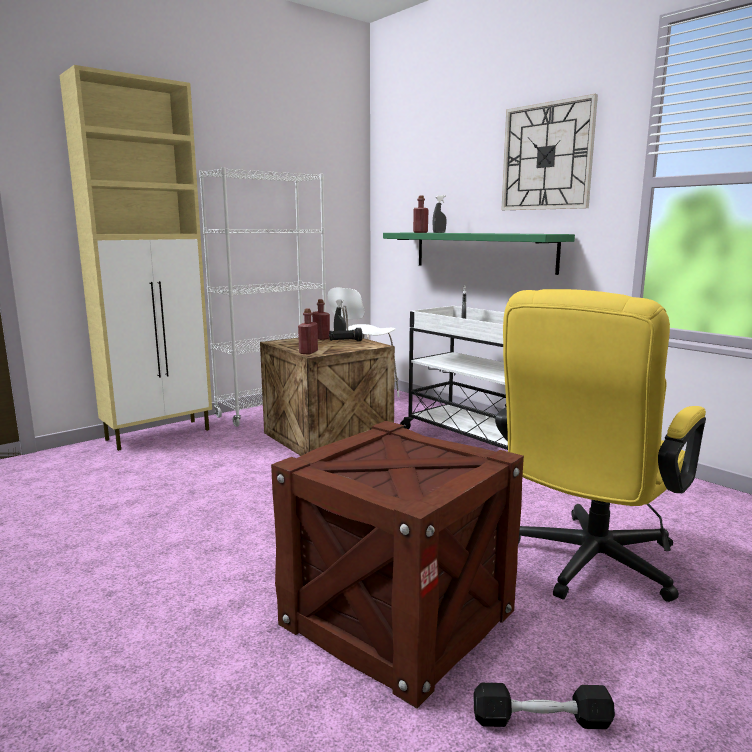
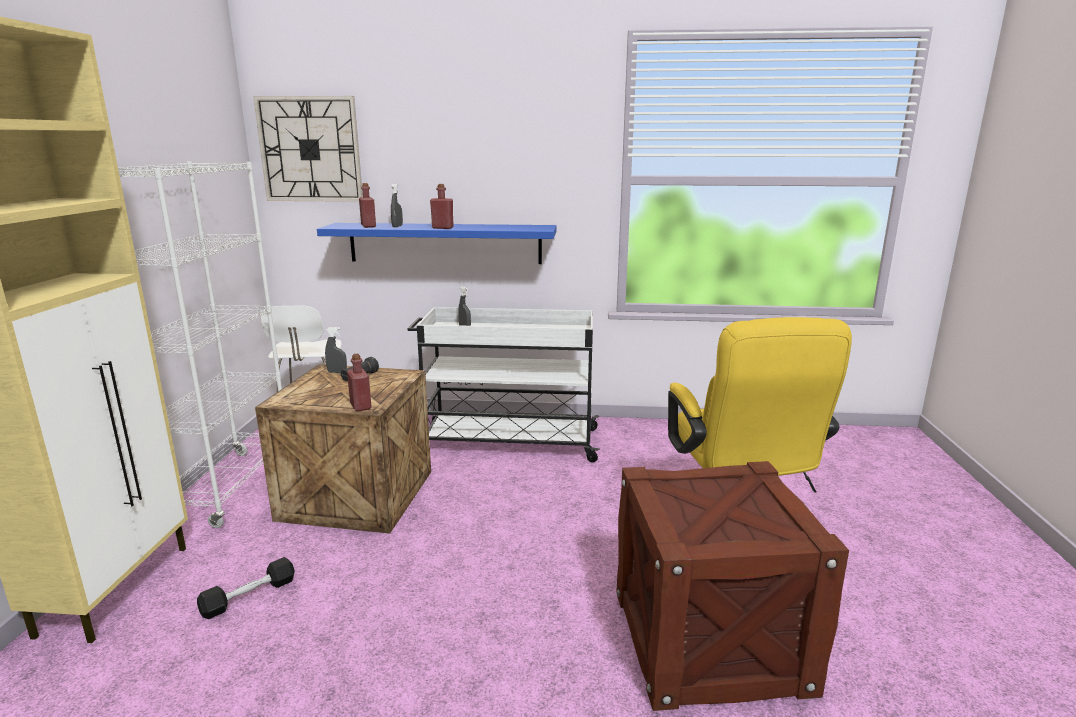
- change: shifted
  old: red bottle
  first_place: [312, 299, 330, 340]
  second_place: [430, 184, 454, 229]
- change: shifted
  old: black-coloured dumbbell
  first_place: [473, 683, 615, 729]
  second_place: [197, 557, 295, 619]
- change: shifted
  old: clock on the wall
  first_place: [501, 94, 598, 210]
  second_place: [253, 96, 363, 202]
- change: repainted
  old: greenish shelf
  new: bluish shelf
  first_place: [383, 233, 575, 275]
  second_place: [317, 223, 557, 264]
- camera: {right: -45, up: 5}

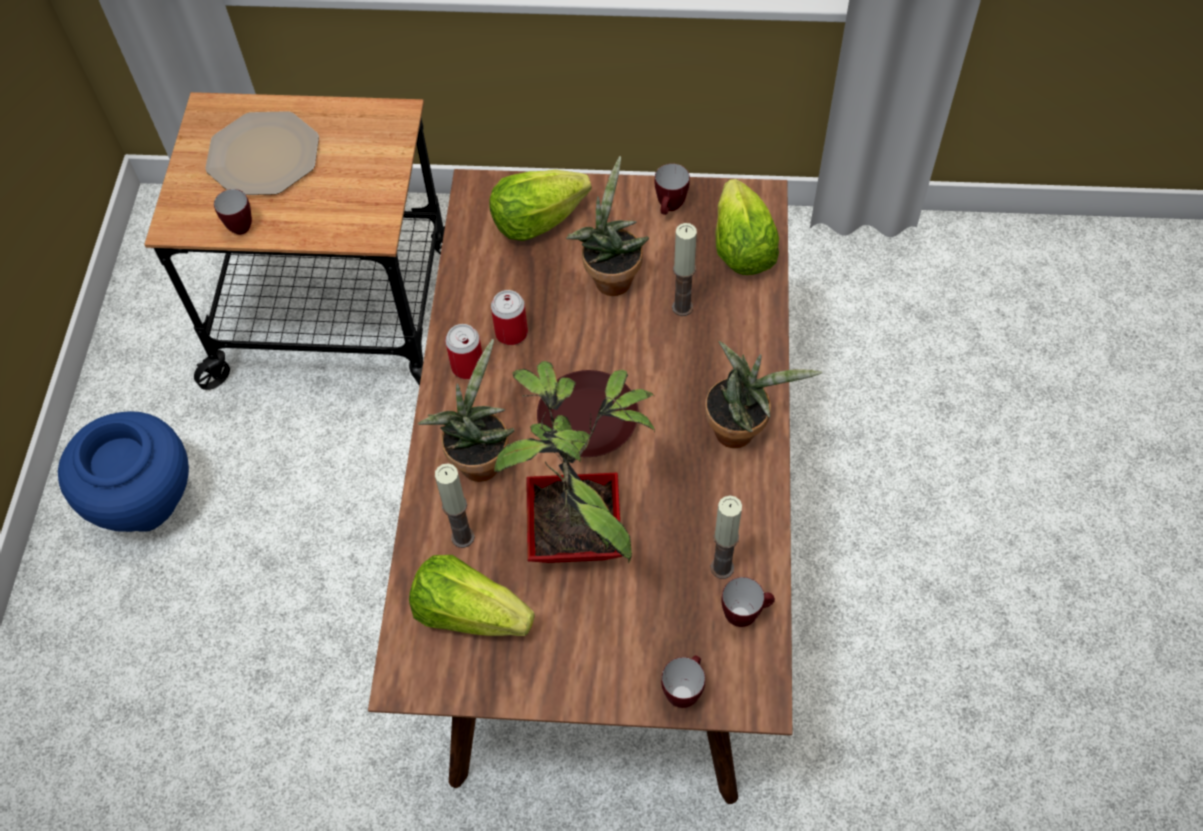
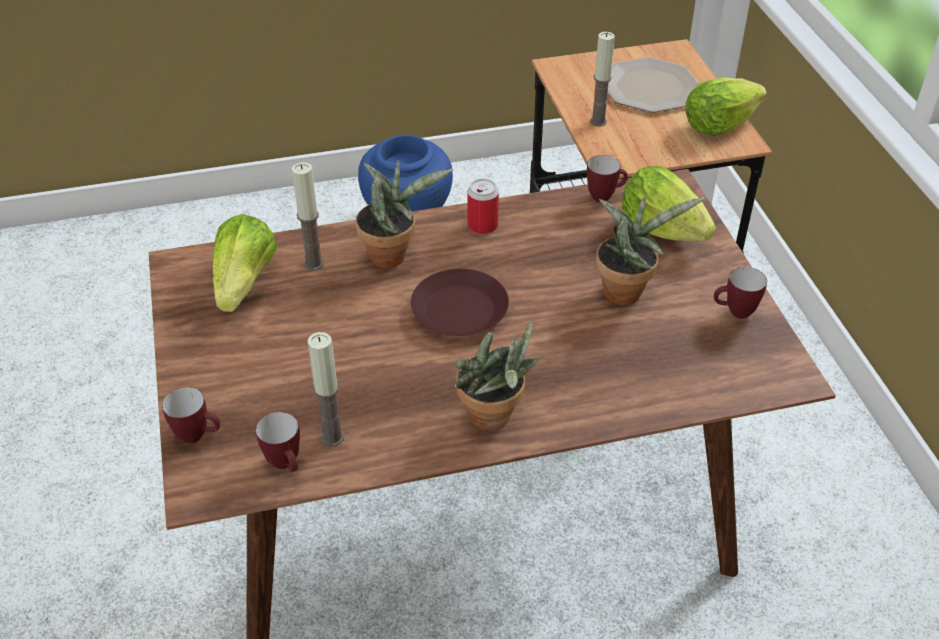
- change: gone
  old: sealed can
  first_place: [491, 290, 528, 345]
- change: gone
  old: houseplant
  first_place: [494, 361, 655, 563]
- change: shifted
  old: coffee mug
  first_place: [214, 189, 252, 235]
  second_place: [587, 155, 628, 202]
- change: shifted
  old: wax light
  first_place: [672, 223, 697, 316]
  second_place: [590, 32, 615, 127]
- change: shifted
  old: lettuce head
  first_place: [715, 179, 779, 275]
  second_place: [686, 78, 767, 136]
- camera: {right: 70, up: -15}

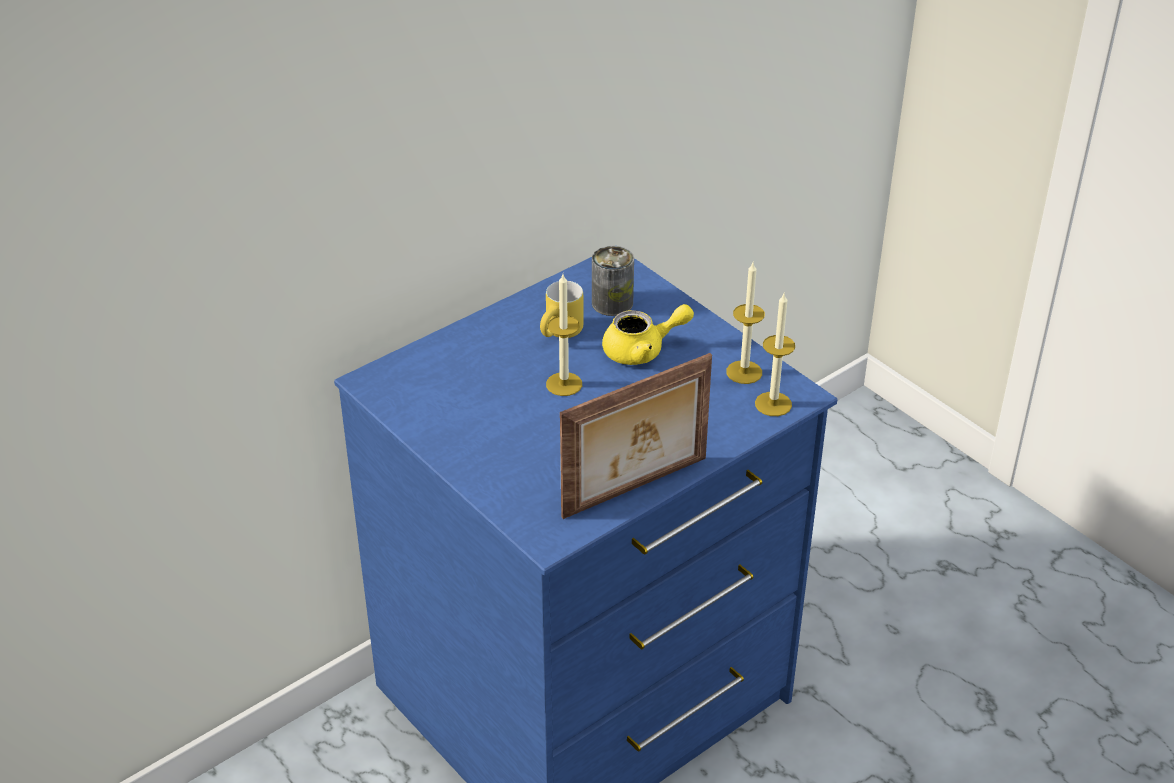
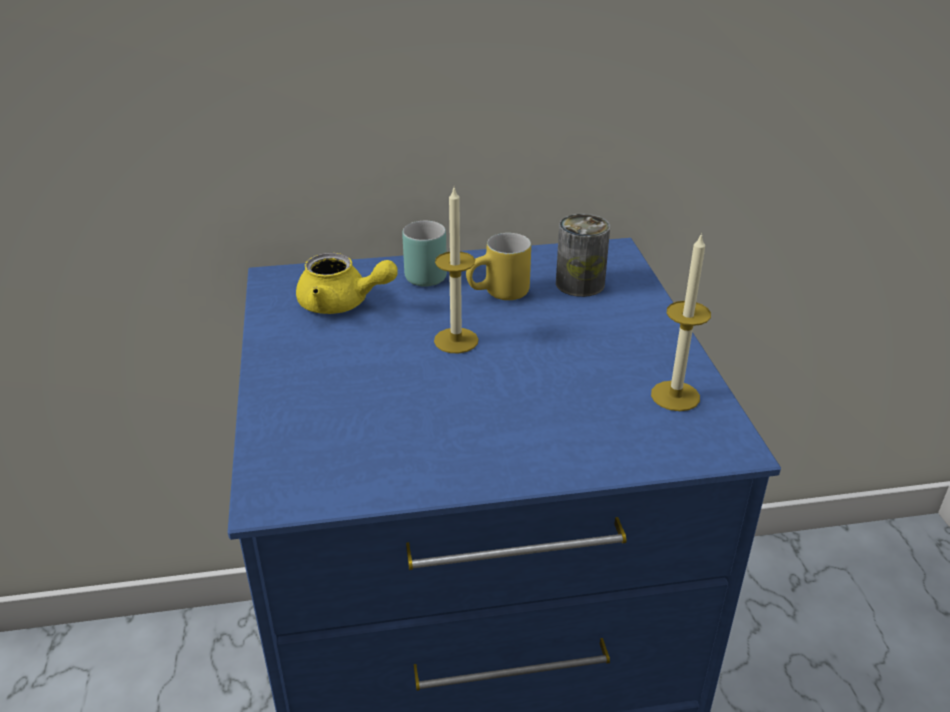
- change: gone
  old: picture frame
  first_place: [560, 353, 712, 519]
- change: gone
  old: wax light
  first_place: [755, 294, 795, 416]
- change: new
  new: turquoise-coloured coffee mug
  second_place: [402, 221, 447, 286]
- change: shifted
  old: yellow pot for tea
  first_place: [602, 304, 694, 365]
  second_place: [296, 253, 398, 314]
- camera: {right: 30, up: -5}

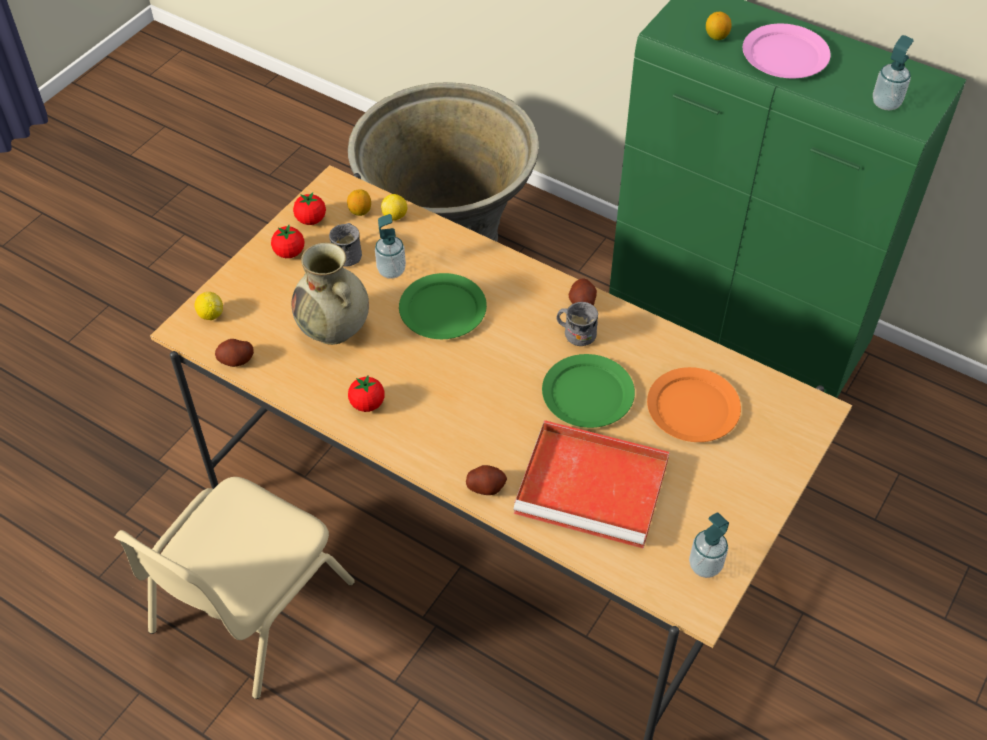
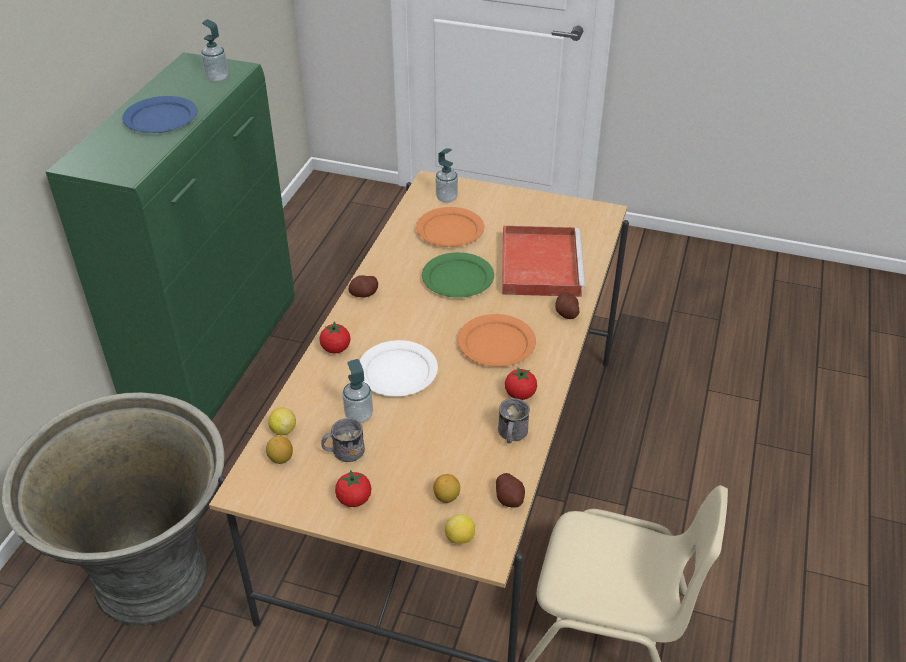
- change: gone
  old: sand-coloured flower vase
  first_place: [291, 243, 369, 345]
- change: new
  new: orange plate
  second_place: [458, 314, 536, 367]
- change: shifted
  old: fresh tomato
  first_place: [293, 192, 326, 225]
  second_place: [319, 321, 351, 354]
- change: shifted
  old: gray coffee mug
  first_place: [557, 302, 598, 346]
  second_place: [498, 398, 530, 443]
- change: shifted
  old: soap dispenser
  first_place: [689, 512, 729, 578]
  second_place: [436, 148, 458, 203]
- change: shifted
  old: lemon
  first_place: [706, 12, 732, 40]
  second_place: [433, 474, 460, 503]
- change: repainted
  old: greenish plate
  new: white plate
  first_place: [399, 273, 487, 339]
  second_place: [359, 340, 438, 396]
- change: repainted
  old: pinkish plate
  new: bluish plate
  first_place: [743, 24, 831, 78]
  second_place: [122, 96, 197, 133]
- camera: {right: -105, up: -10}

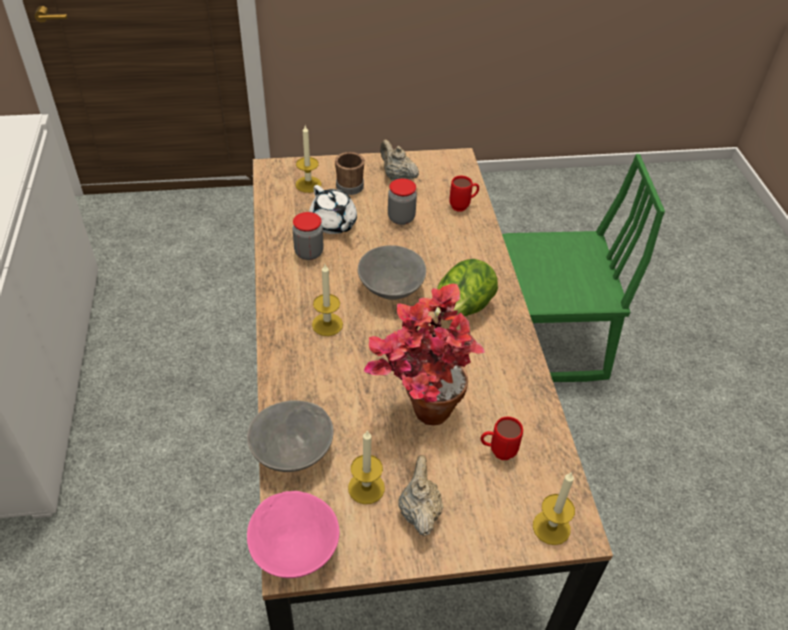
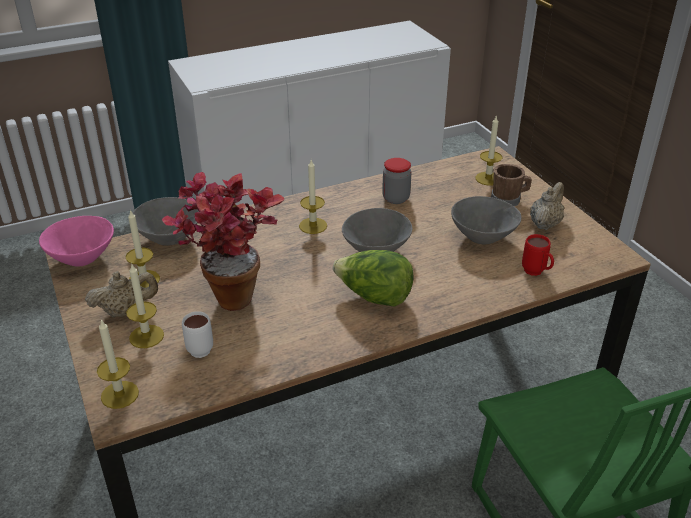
- change: gone
  old: white pot for tea
  first_place: [309, 185, 357, 234]
- change: new
  new: wax light
  second_place: [126, 264, 164, 348]
- change: swapped
  old: storage jar
  new: gray serving bowl
  first_place: [388, 178, 417, 225]
  second_place: [451, 196, 521, 244]
- change: repainted
  old: red coffee mug
  new: white coffee mug
  first_place: [480, 417, 523, 460]
  second_place: [182, 311, 213, 358]
- camera: {right: 75, up: -10}

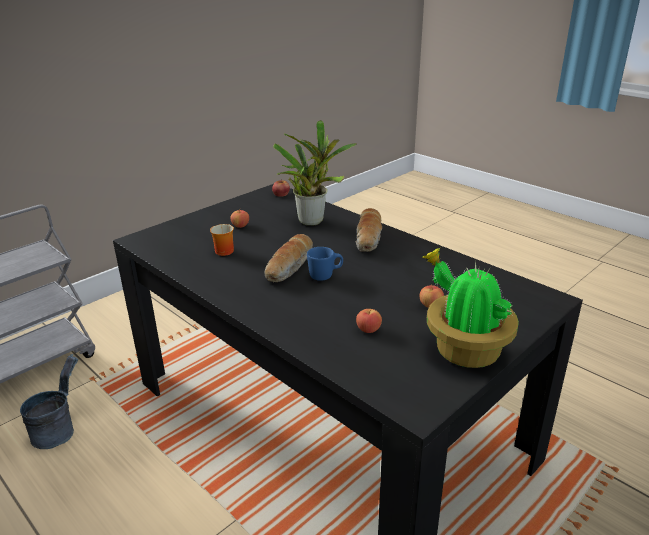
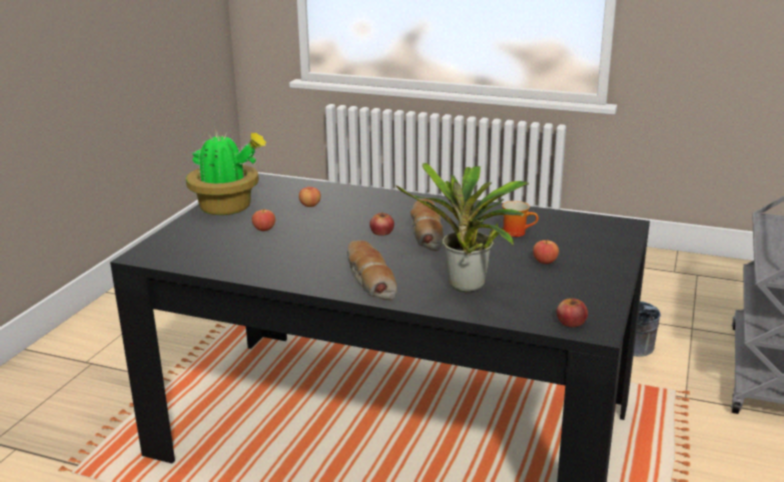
- change: swapped
  old: bluish coffee mug
  new: whole apple
  first_place: [307, 247, 343, 281]
  second_place: [370, 212, 394, 236]
- camera: {right: 155, up: -5}

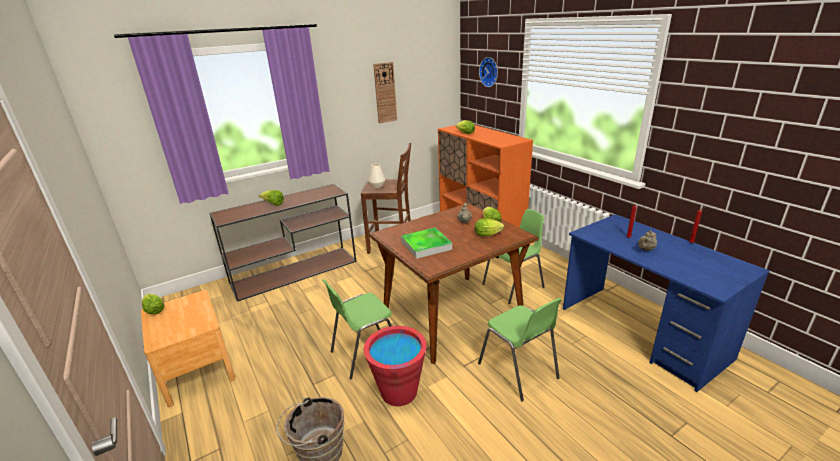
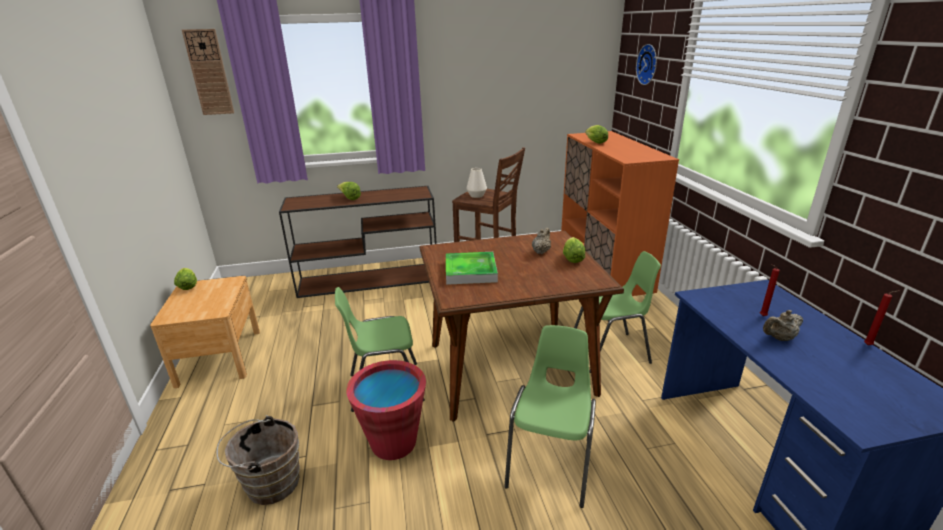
- change: gone
  old: lettuce head
  first_place: [475, 218, 504, 236]
- change: shifted
  old: clock on the wall
  first_place: [373, 62, 397, 123]
  second_place: [182, 29, 234, 115]
- change: rotated
  old: greenish plain chair
  first_place: [478, 298, 562, 401]
  second_place: [504, 325, 596, 508]
  degrees: -150
- camera: {right: 20, up: 0}

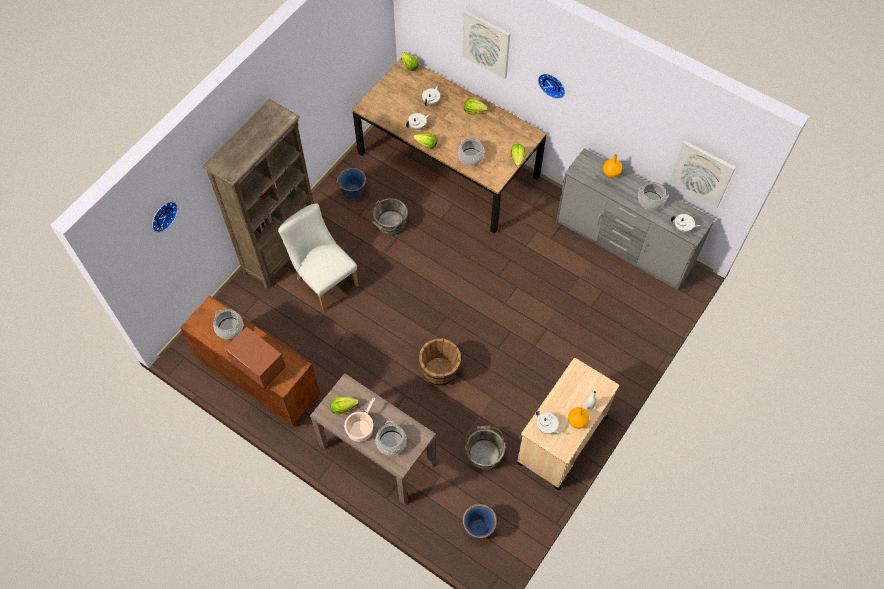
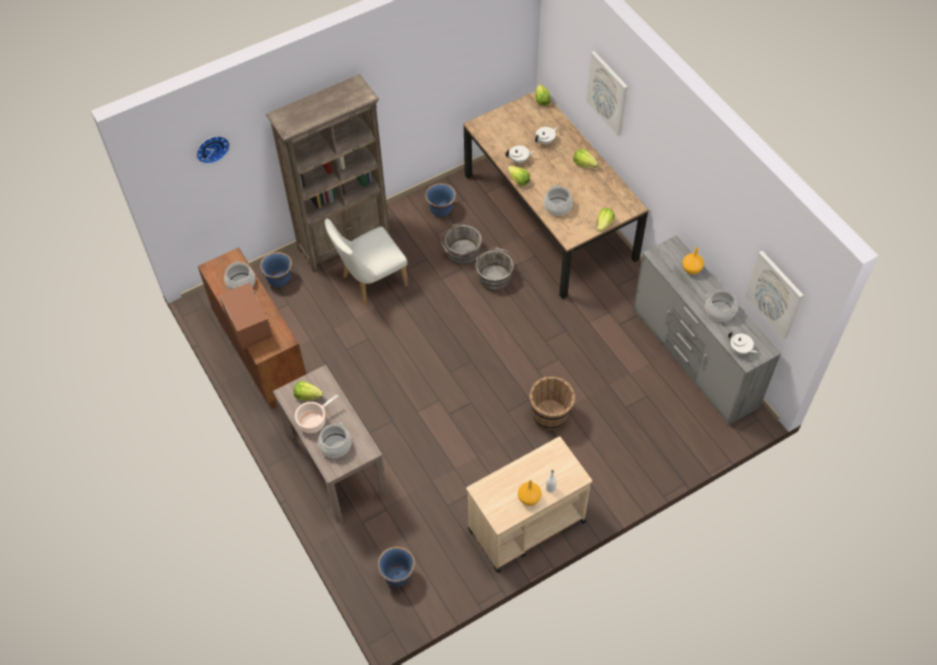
- change: gone
  old: white pot for tea
  first_place: [536, 411, 561, 435]
- change: gone
  old: clock on the wall
  first_place: [538, 73, 565, 99]
- change: new
  new: bluish flower pot
  second_place: [260, 252, 292, 287]
- change: shifted
  old: brownish water bucket
  first_place: [419, 338, 461, 386]
  second_place: [529, 376, 575, 430]
- change: shifted
  old: gray water bucket
  first_place: [465, 426, 506, 471]
  second_place: [475, 247, 516, 291]
- change: rotated
  old: white plain chair
  first_place: [278, 203, 359, 311]
  second_place: [325, 218, 408, 305]
  degrees: -105
- camera: {right: 25, up: -5}

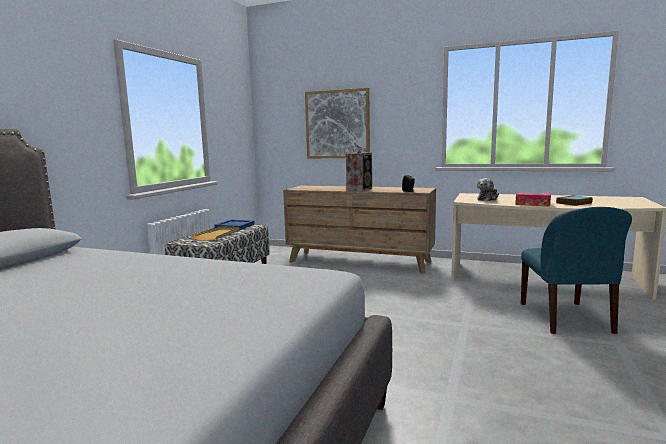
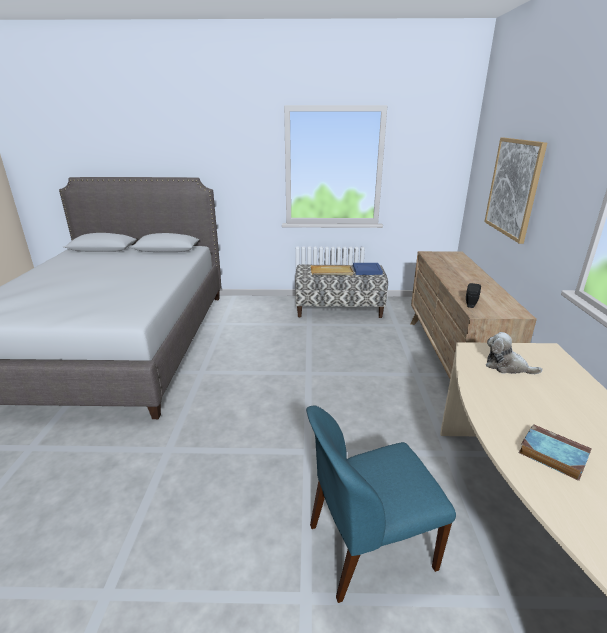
- change: gone
  old: speaker
  first_place: [346, 151, 372, 191]
- change: gone
  old: tissue holder
  first_place: [515, 192, 551, 206]
- camera: {right: 70, up: 15}

